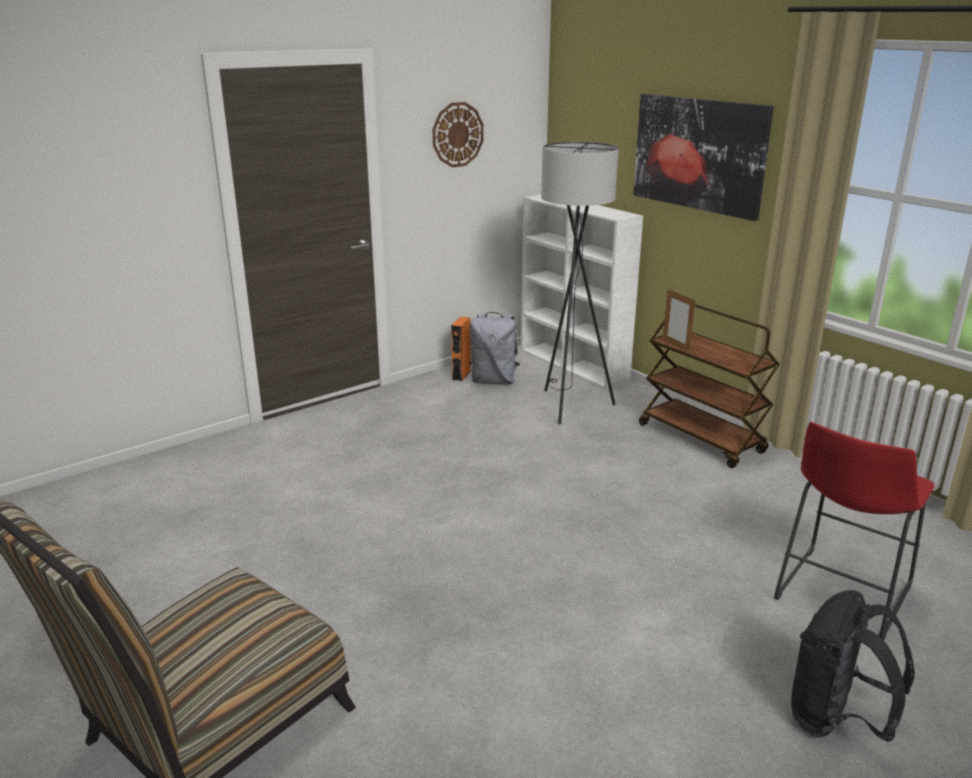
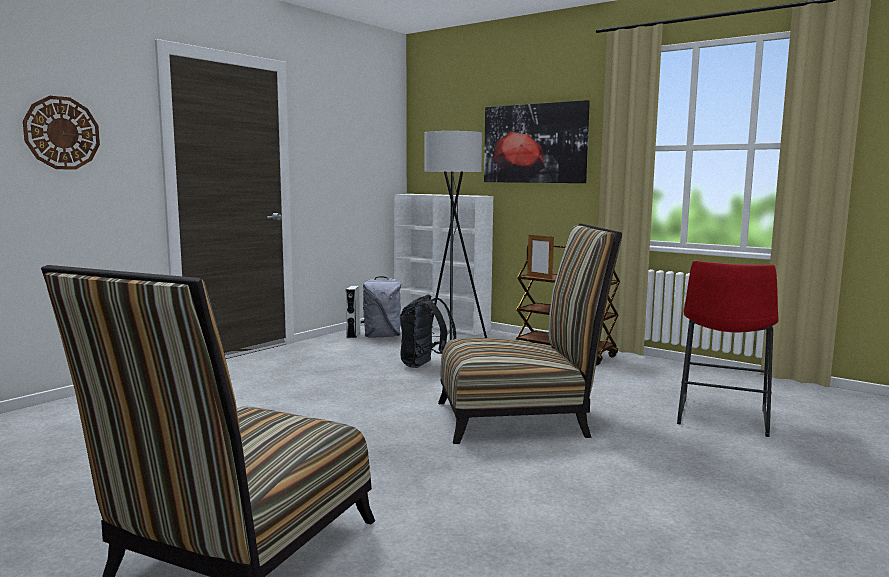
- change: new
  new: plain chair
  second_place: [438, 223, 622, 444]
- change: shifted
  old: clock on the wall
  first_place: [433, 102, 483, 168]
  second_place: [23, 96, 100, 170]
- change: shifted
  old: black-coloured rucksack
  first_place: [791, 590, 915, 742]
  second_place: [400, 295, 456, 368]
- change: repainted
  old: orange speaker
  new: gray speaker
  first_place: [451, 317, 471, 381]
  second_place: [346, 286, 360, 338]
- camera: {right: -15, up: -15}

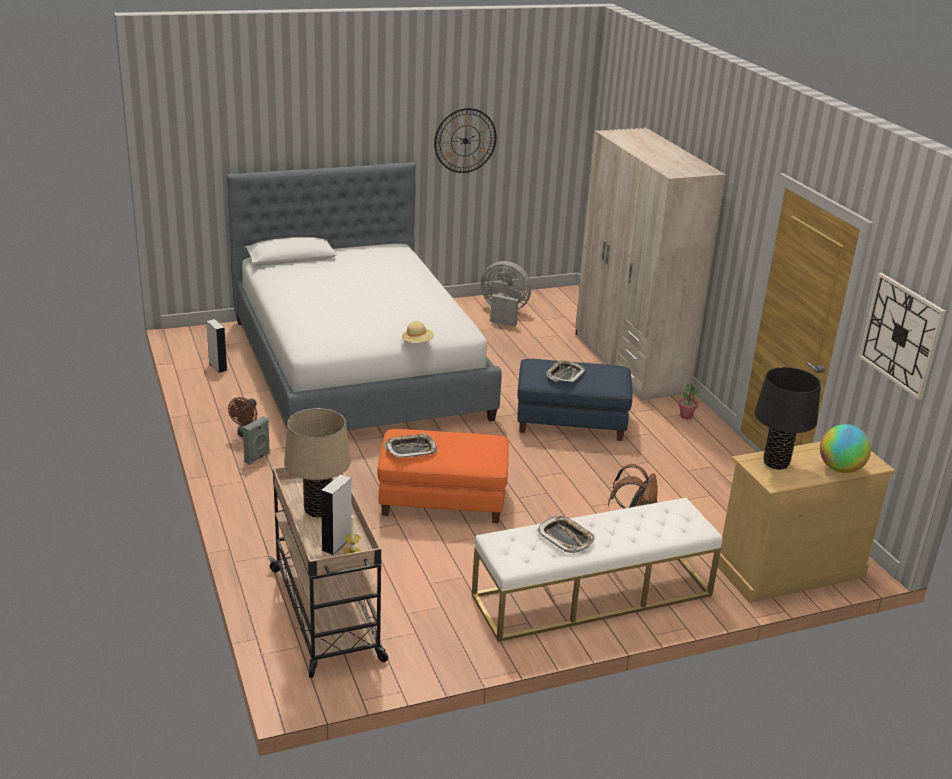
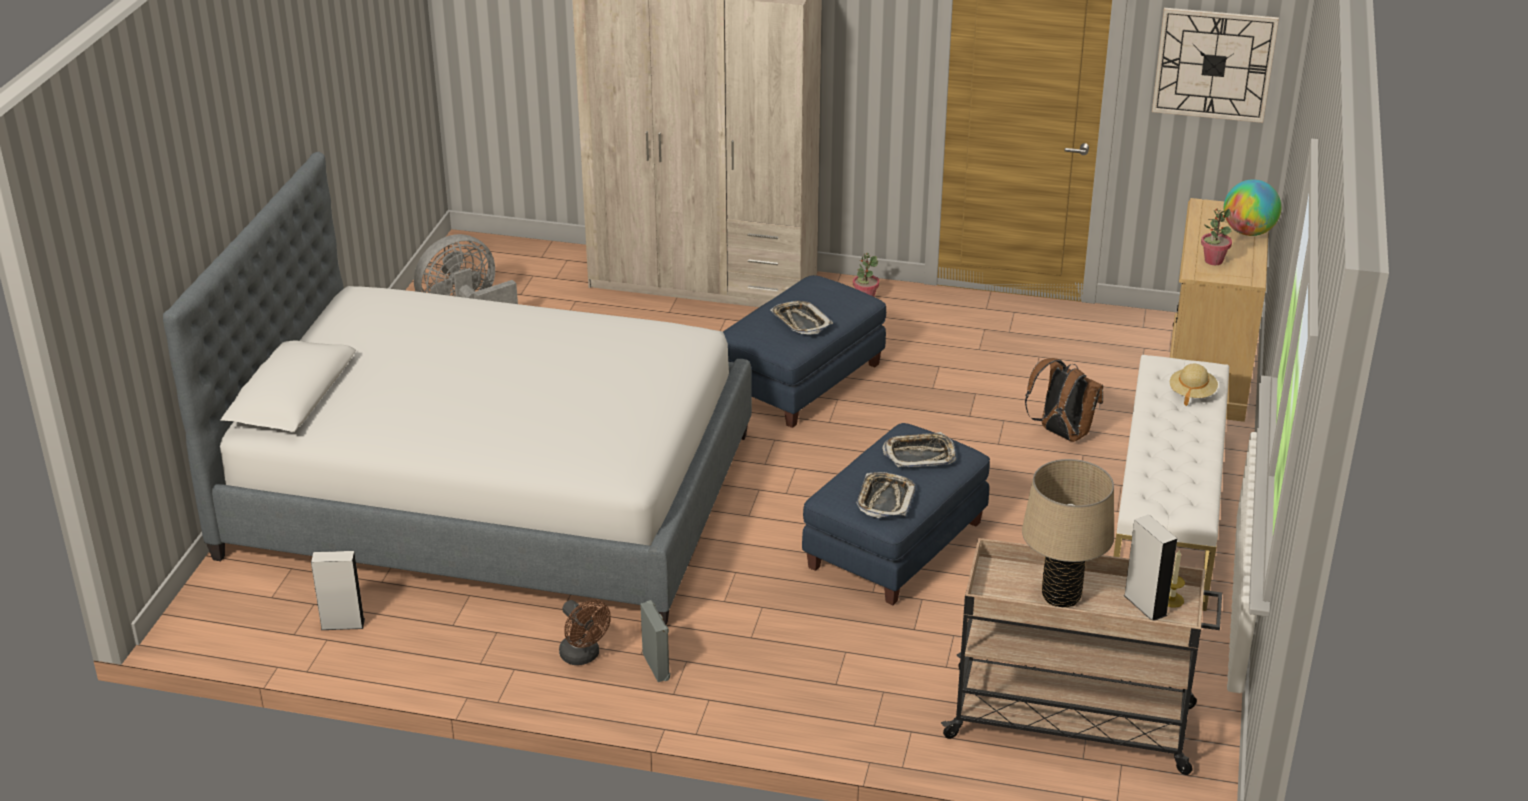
- change: gone
  old: clock on the wall
  first_place: [434, 108, 496, 173]
- change: shifted
  old: sand-coloured hat
  first_place: [402, 321, 434, 343]
  second_place: [1170, 364, 1218, 406]
- change: shifted
  old: serving tray
  first_place: [537, 516, 595, 553]
  second_place: [882, 432, 956, 467]
- change: swapped
  old: black-coloured tabletop lamp
  new: houseplant
  first_place: [754, 367, 821, 470]
  second_place: [1201, 208, 1232, 265]
- change: repainted
  old: orange pouffe
  new: bluish pouffe
  first_place: [378, 429, 509, 523]
  second_place: [802, 423, 990, 605]
- camera: {right: -55, up: 5}

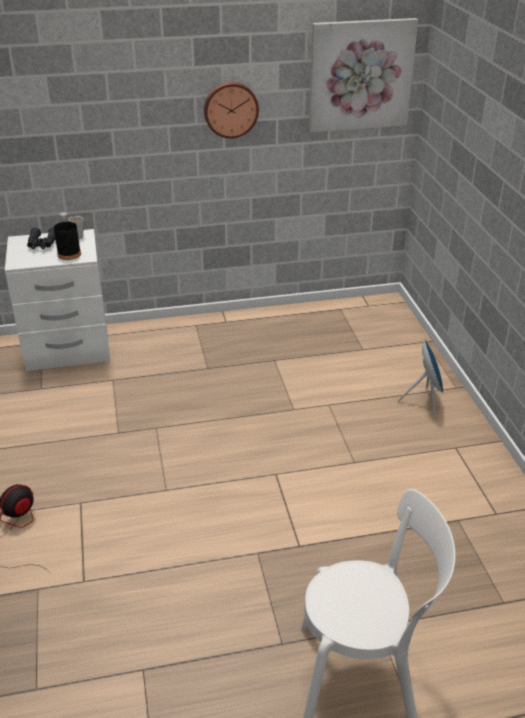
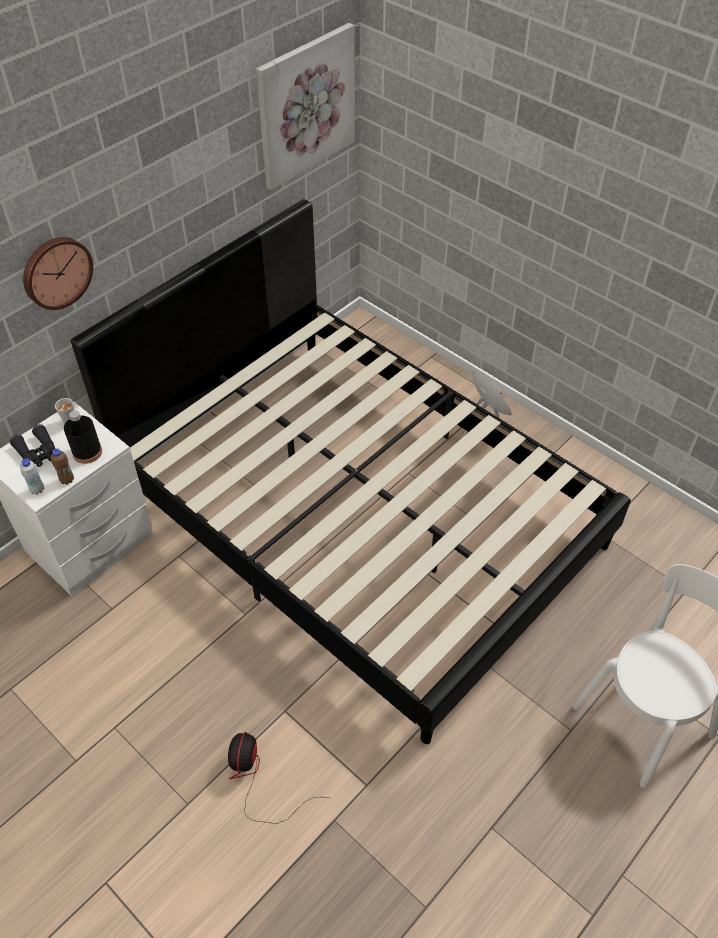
- change: new
  new: white bottle
  second_place: [20, 459, 44, 495]
- change: new
  new: brownish bottle
  second_place: [51, 448, 74, 485]
- change: new
  new: black-coloured bed
  second_place: [71, 199, 631, 744]
- change: shifted
  old: clock on the wall
  first_place: [204, 82, 259, 139]
  second_place: [23, 237, 93, 310]
- camera: {right: -35, up: 15}

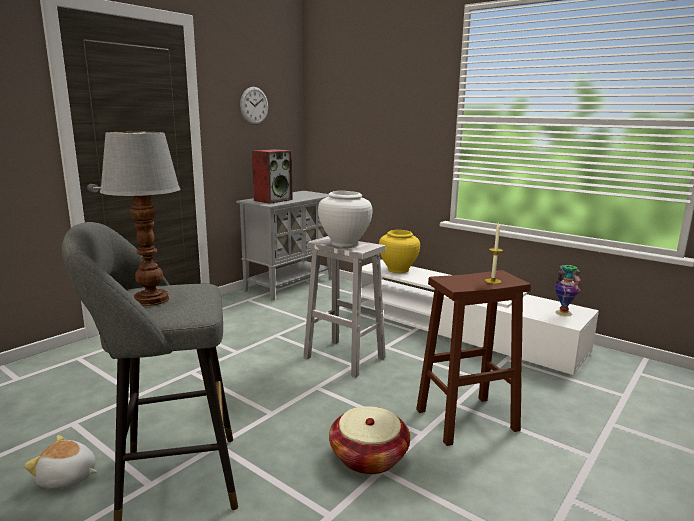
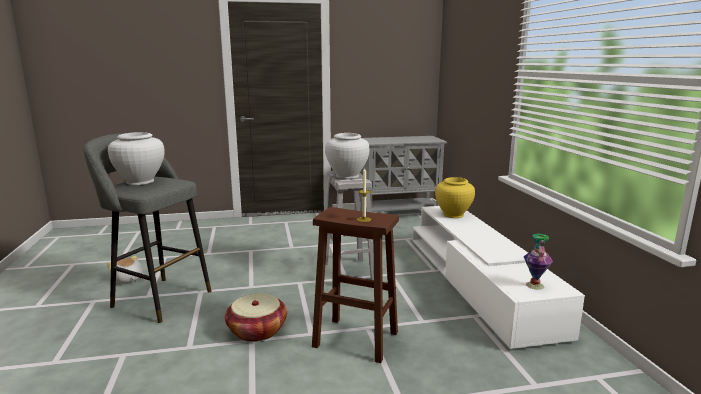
- change: gone
  old: clock on the wall
  first_place: [240, 87, 268, 125]
- change: gone
  old: speaker
  first_place: [252, 149, 293, 204]
- change: swapped
  old: tabletop lamp
  new: white flower vase
  first_place: [100, 132, 180, 306]
  second_place: [108, 132, 165, 185]
- camera: {right: 40, up: 0}

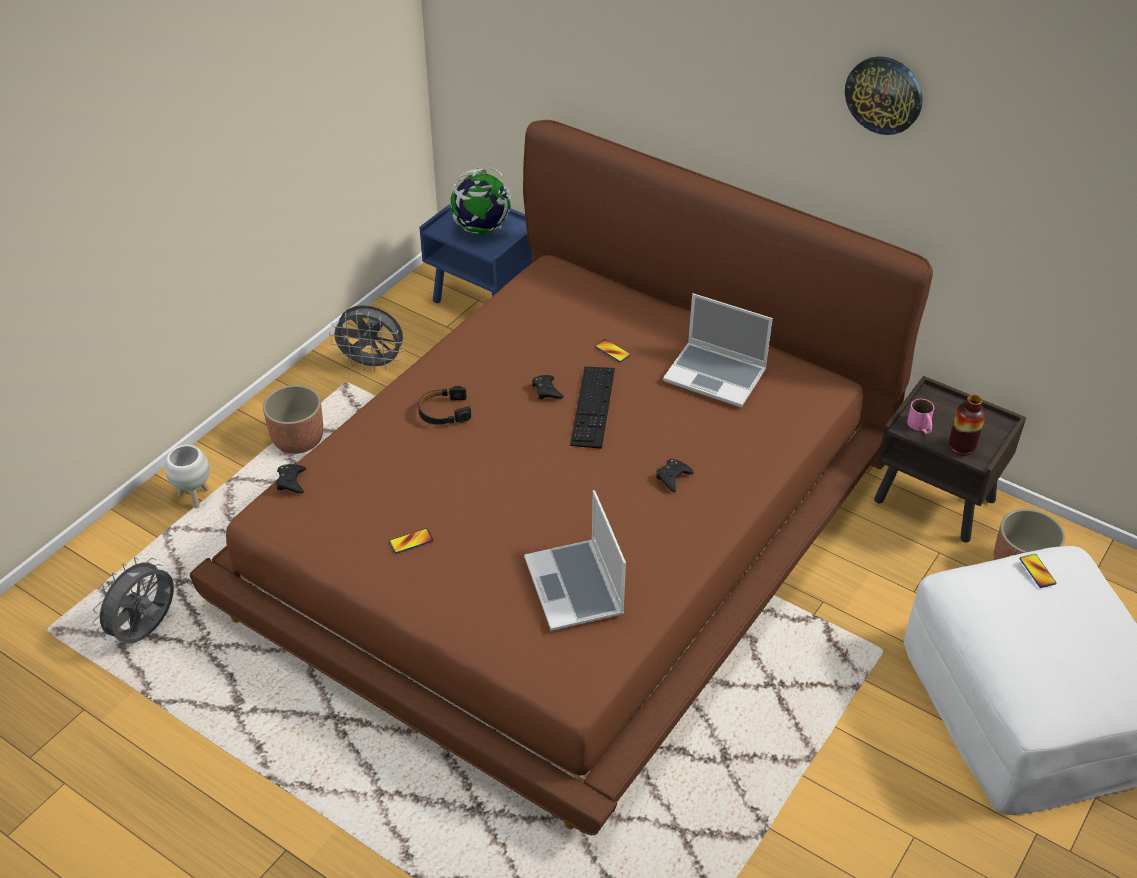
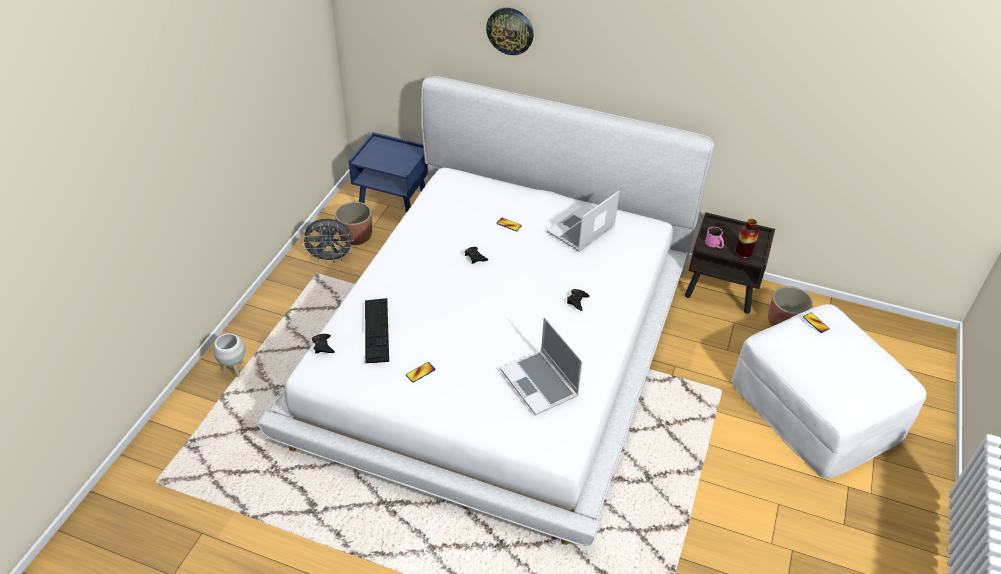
- change: gone
  old: gray cooling fan
  first_place: [93, 557, 174, 644]
- change: gone
  old: black-coloured pair of headphones
  first_place: [418, 386, 471, 425]
- change: gone
  old: desk globe
  first_place: [450, 167, 511, 235]
- change: shifted
  old: flower pot
  first_place: [263, 385, 323, 454]
  second_place: [335, 202, 372, 245]
- change: shifted
  old: computer keyboard
  first_place: [570, 367, 615, 449]
  second_place: [365, 298, 389, 363]
- change: shifted
  old: clock on the wall
  first_place: [845, 56, 923, 135]
  second_place: [486, 8, 534, 55]
- change: repainted
  old: brownish bed
  new: white bed
  first_place: [190, 120, 933, 835]
  second_place: [258, 76, 714, 546]
- change: rotated
  old: portable computer
  first_place: [663, 293, 773, 407]
  second_place: [547, 191, 620, 252]
  degrees: 120
- camera: {right: -15, up: 0}

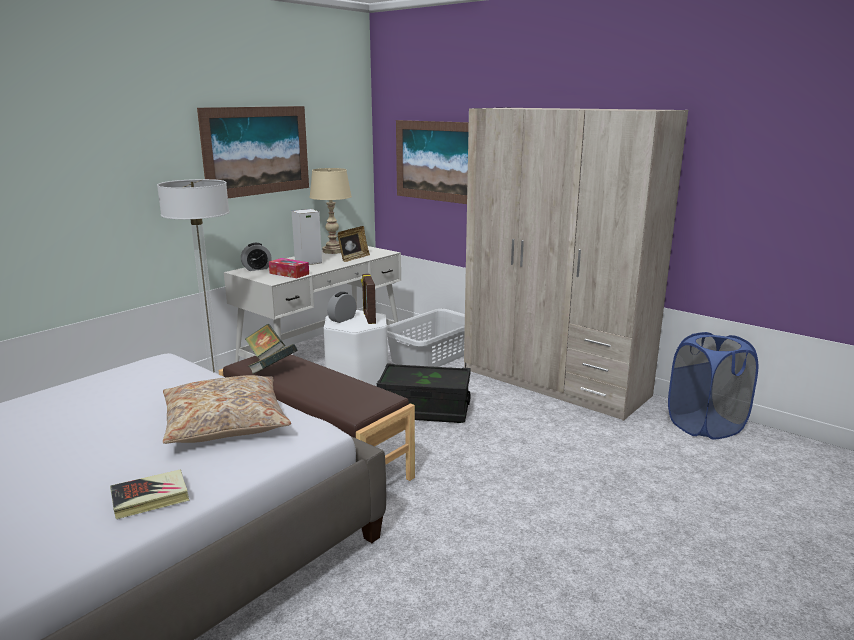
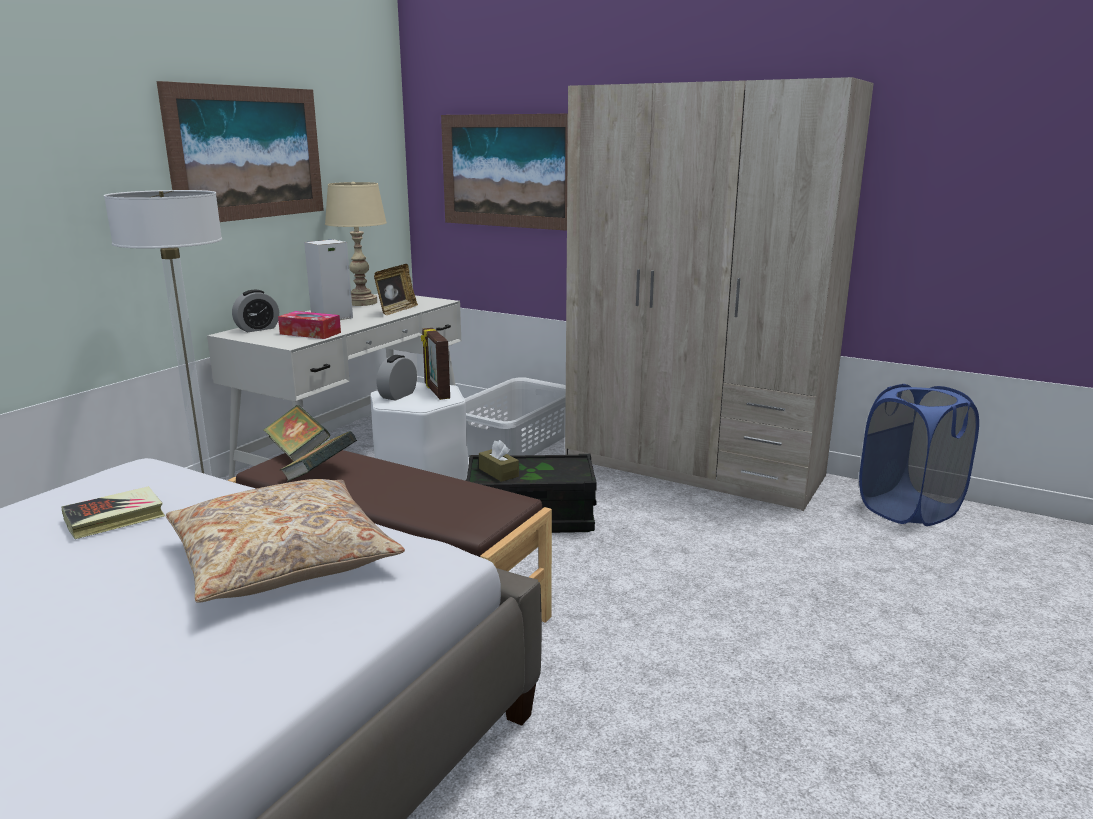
- change: new
  new: brownish tissue holder
  second_place: [479, 440, 519, 482]
- change: shifted
  old: bound book
  first_place: [110, 469, 190, 519]
  second_place: [62, 486, 165, 539]
- camera: {right: -10, up: 0}

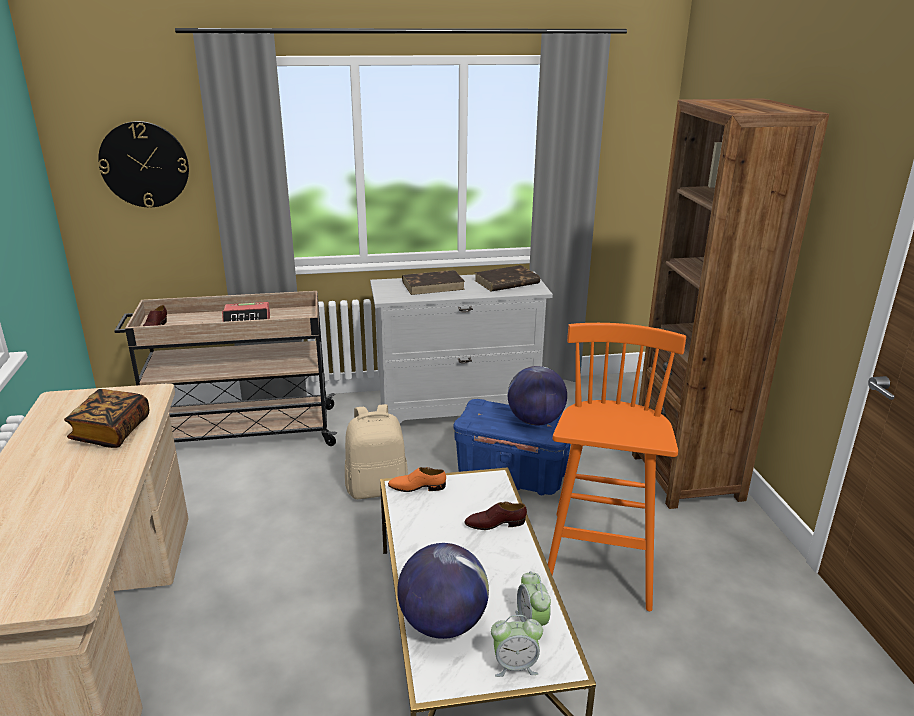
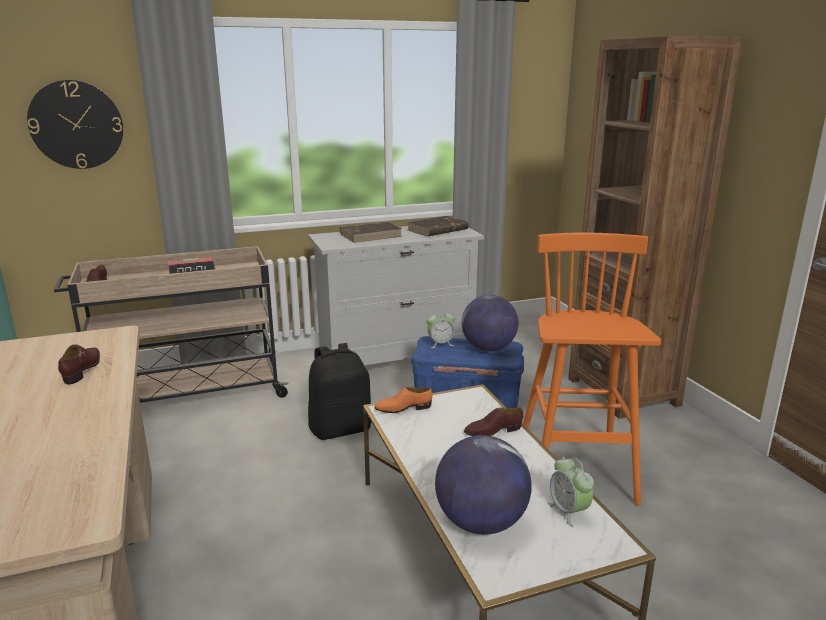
- change: shifted
  old: bedside clock
  first_place: [491, 615, 543, 677]
  second_place: [426, 309, 455, 348]
- change: swapped
  old: bound book
  new: brownish item of footwear
  first_place: [64, 389, 149, 448]
  second_place: [58, 344, 100, 384]
- change: repainted
  old: sand-coloured rucksack
  new: black-coloured rucksack
  first_place: [345, 404, 408, 499]
  second_place: [308, 343, 371, 440]
- camera: {right: -10, up: -5}

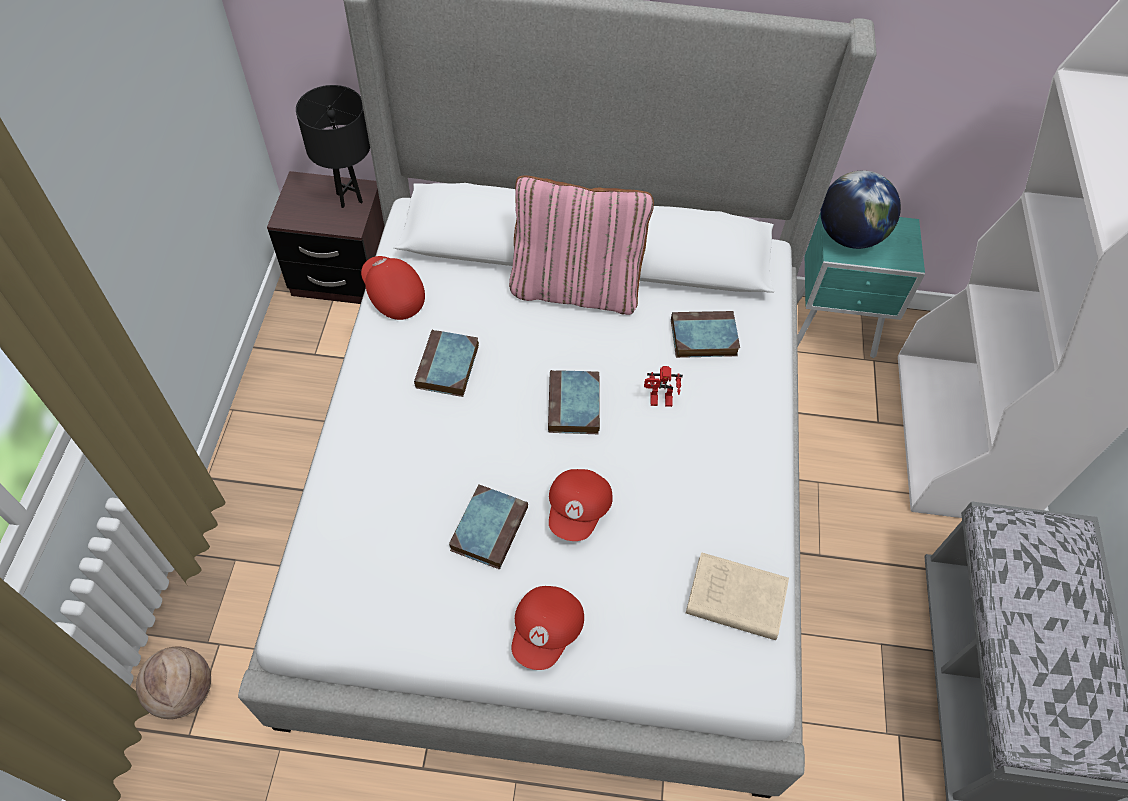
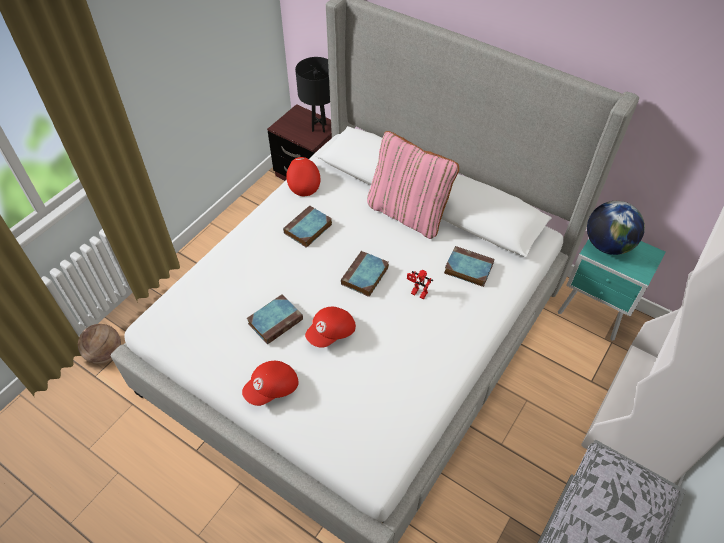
- change: gone
  old: sand-coloured bound book
  first_place: [686, 552, 789, 640]
- camera: {right: 30, up: -5}

